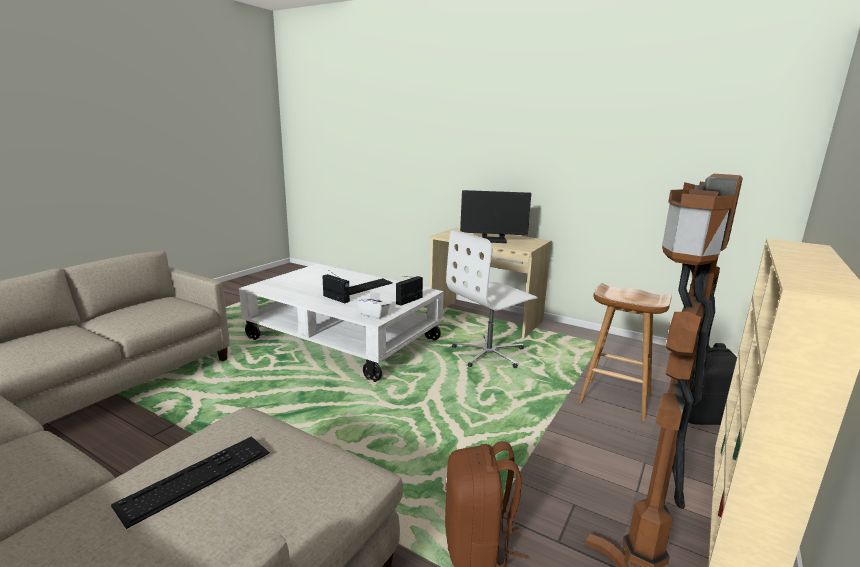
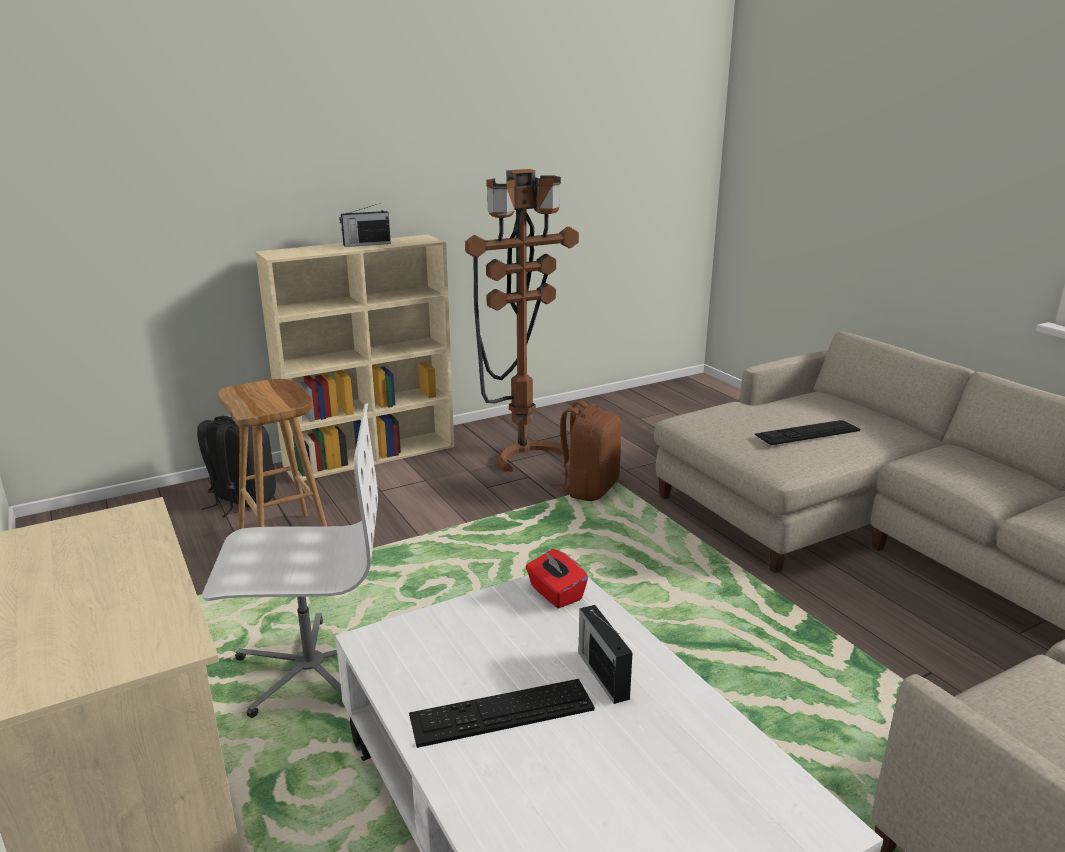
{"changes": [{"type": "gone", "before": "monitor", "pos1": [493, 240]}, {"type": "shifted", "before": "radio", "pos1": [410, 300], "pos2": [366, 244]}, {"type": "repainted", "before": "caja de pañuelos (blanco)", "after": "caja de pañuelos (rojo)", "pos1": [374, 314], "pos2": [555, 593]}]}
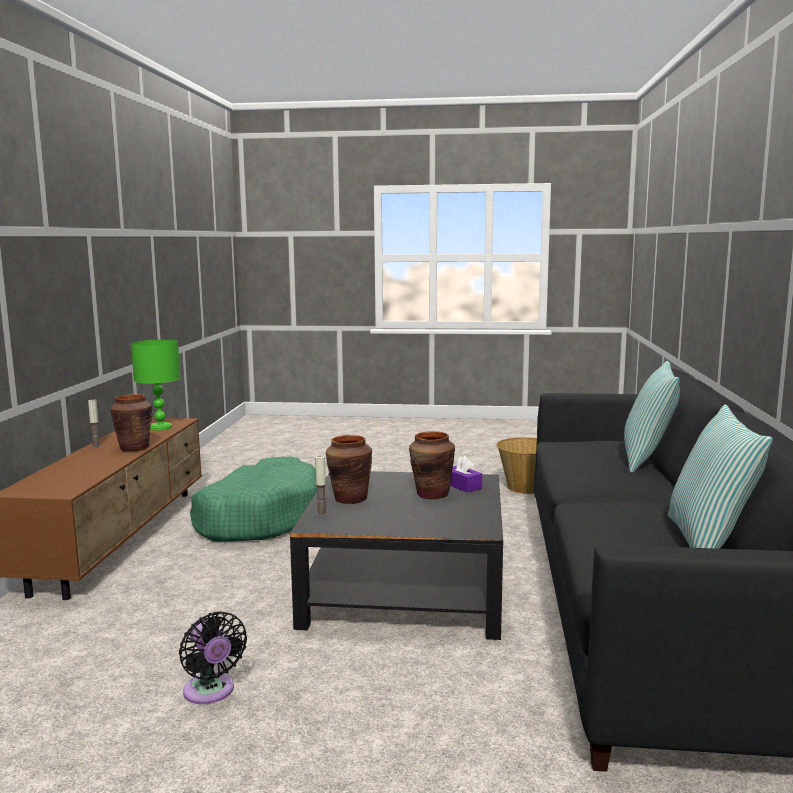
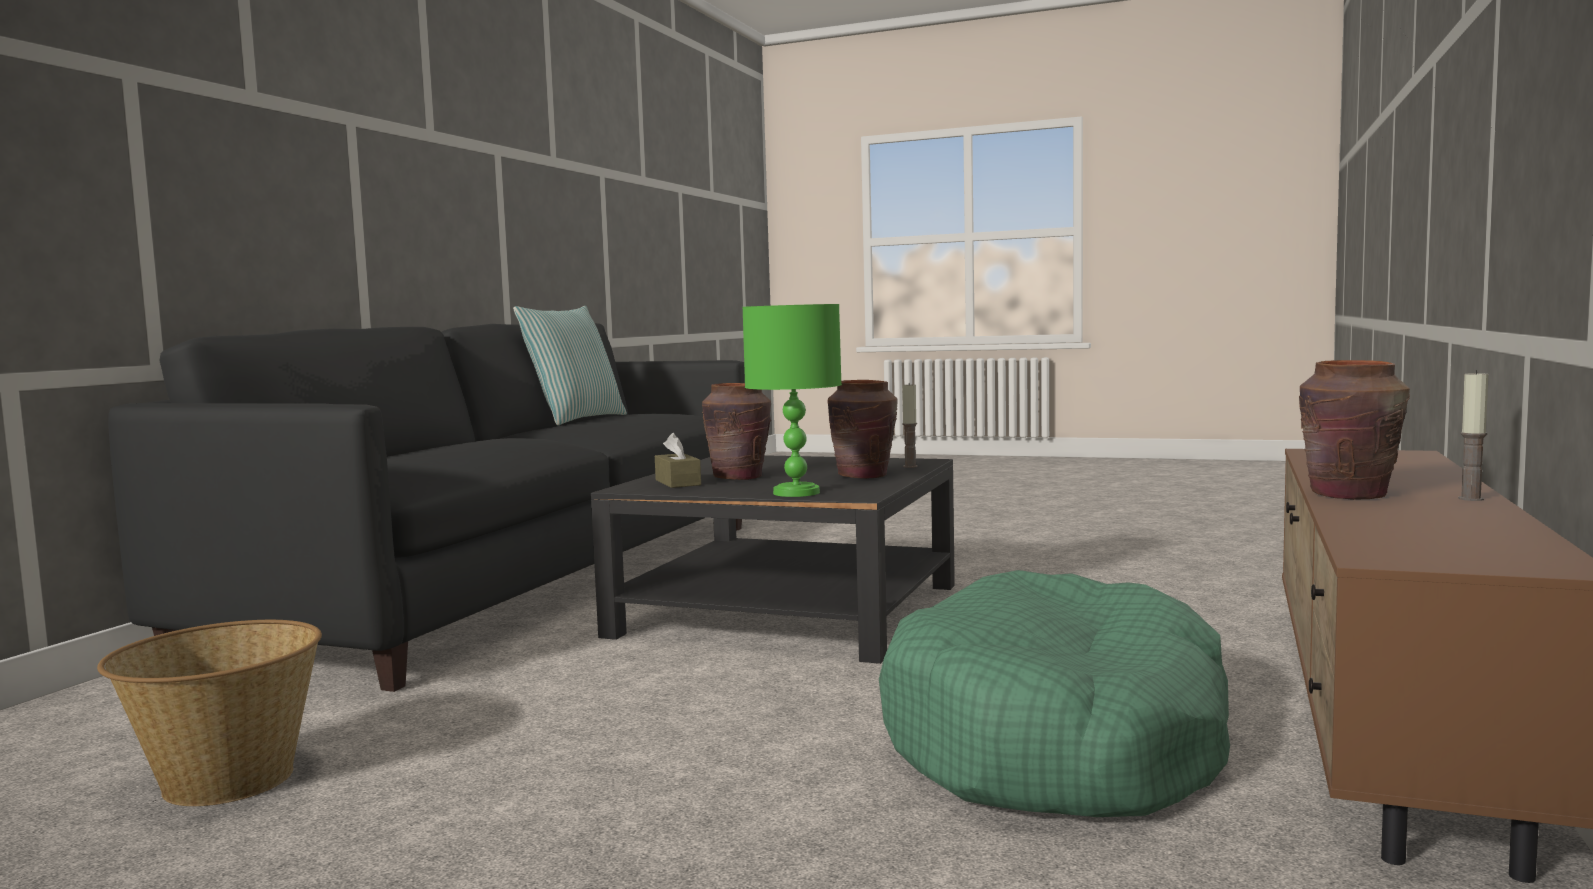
{"changes": [{"type": "shifted", "before": "lámpara de mesa (verde)", "pos1": [161, 427], "pos2": [795, 492]}, {"type": "gone", "before": "cojín", "pos1": [647, 459]}, {"type": "repainted", "before": "caja de pañuelos (morado)", "after": "caja de pañuelos (marrón)", "pos1": [462, 486], "pos2": [678, 482]}, {"type": "gone", "before": "ventilador (negro)", "pos1": [211, 692]}]}
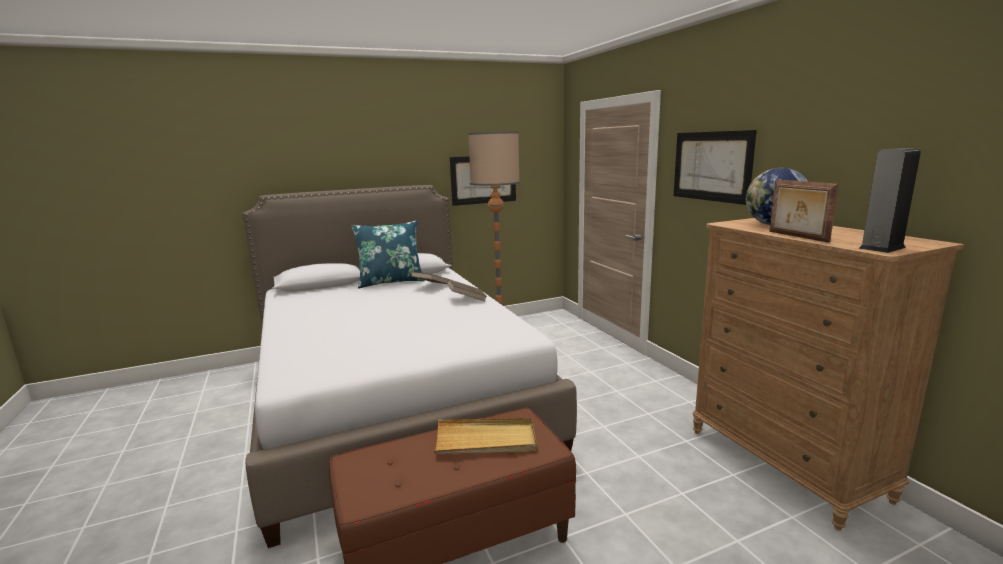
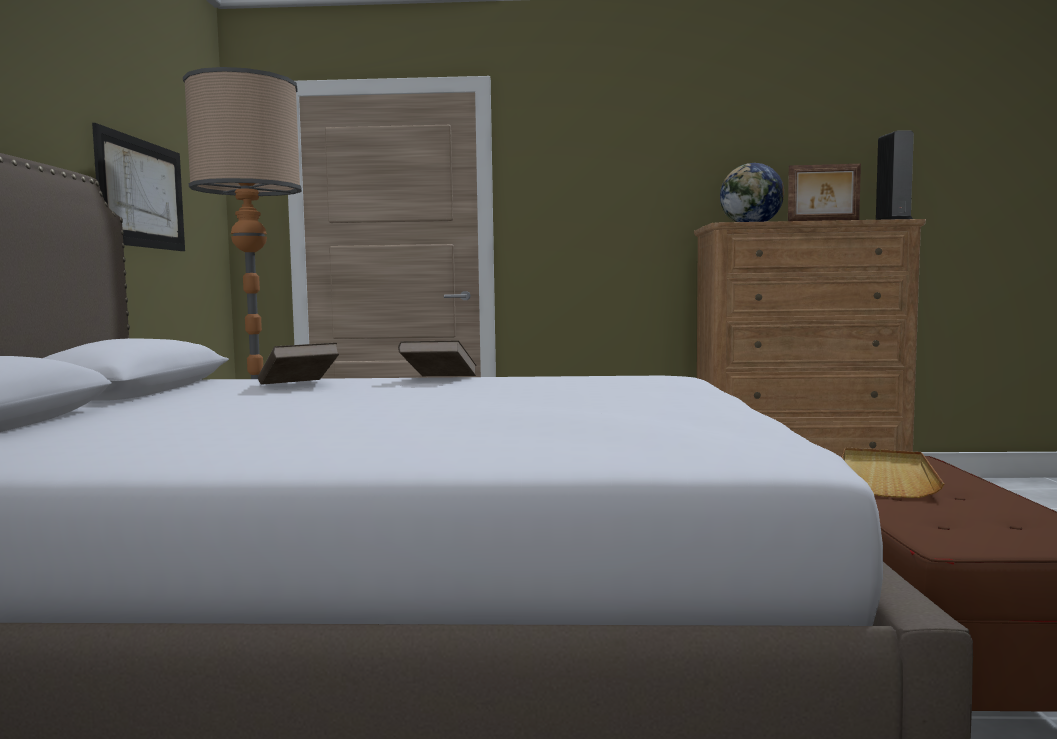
{"changes": [{"type": "gone", "before": "cuadro", "pos1": [711, 166]}, {"type": "gone", "before": "cojín (azul)", "pos1": [391, 282]}]}
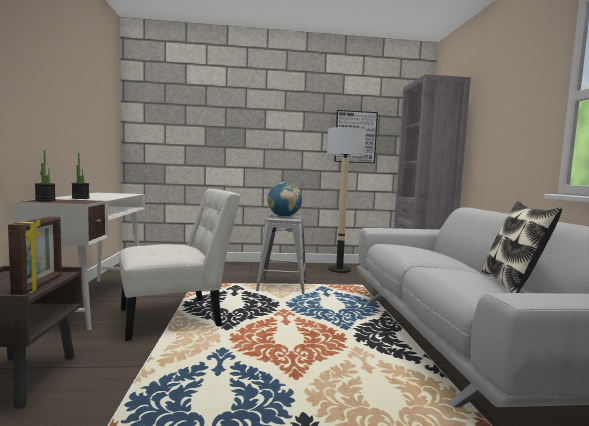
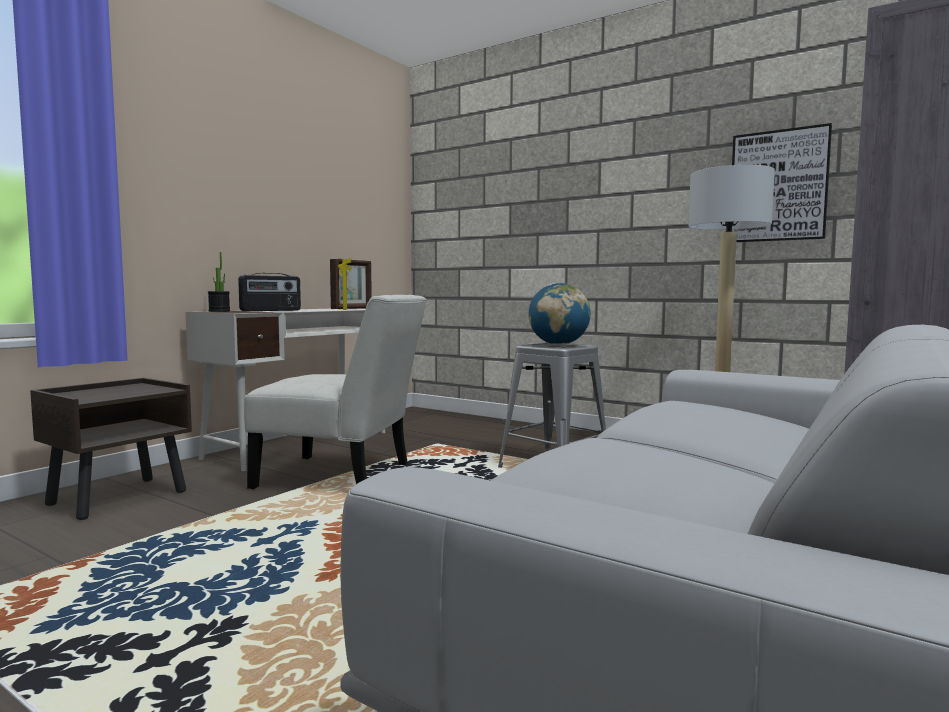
{"changes": [{"type": "swapped", "before": "planta en maceta", "after": "radio", "pos1": [80, 198], "pos2": [271, 310]}, {"type": "gone", "before": "cojín", "pos1": [512, 284]}, {"type": "shifted", "before": "portarretratos", "pos1": [39, 285], "pos2": [352, 309]}]}
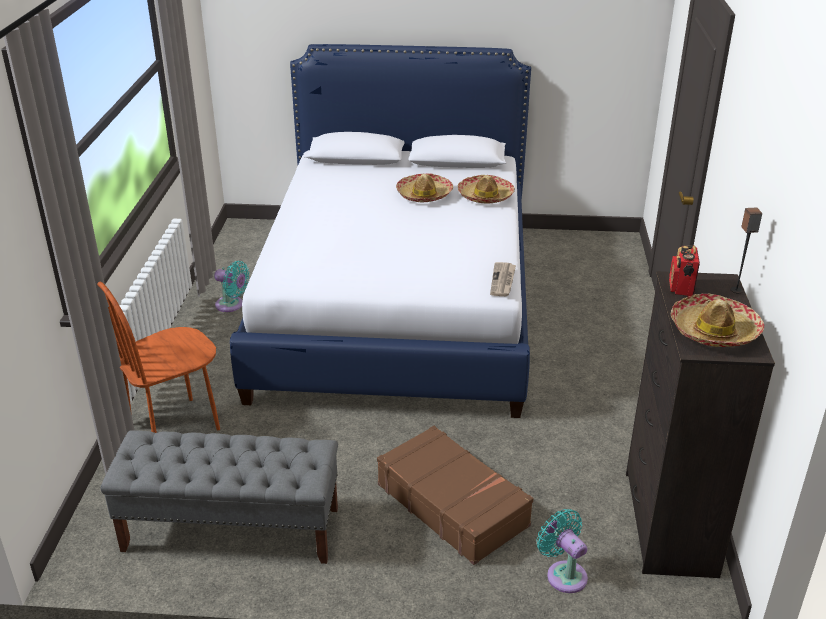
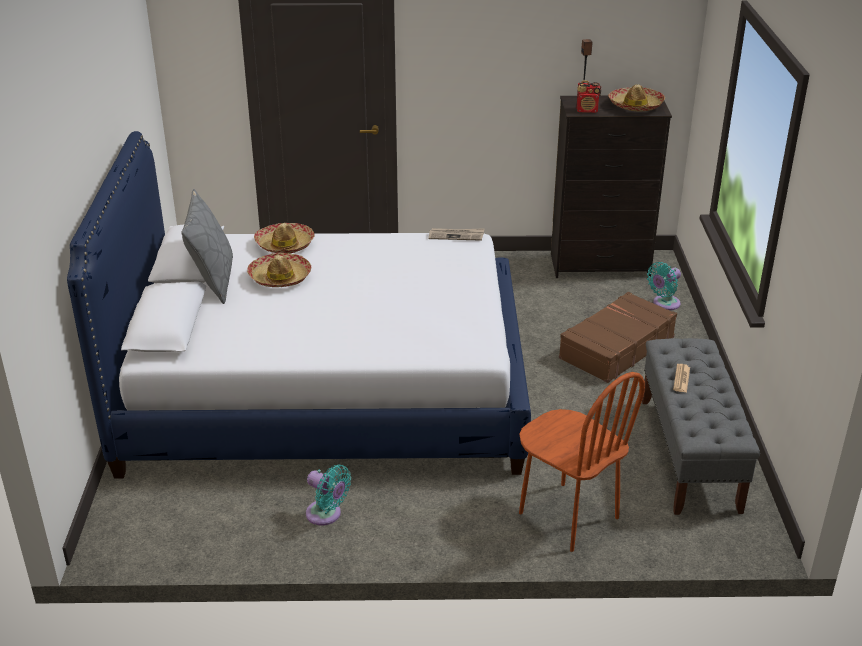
{"changes": [{"type": "rotated", "before": "ventilador (turquesa)", "pos1": [232, 305], "pos2": [326, 515], "turn": 105}, {"type": "new", "after": "cojín (gris)", "pos2": [212, 280]}, {"type": "new", "after": "periódico", "pos2": [681, 379]}]}
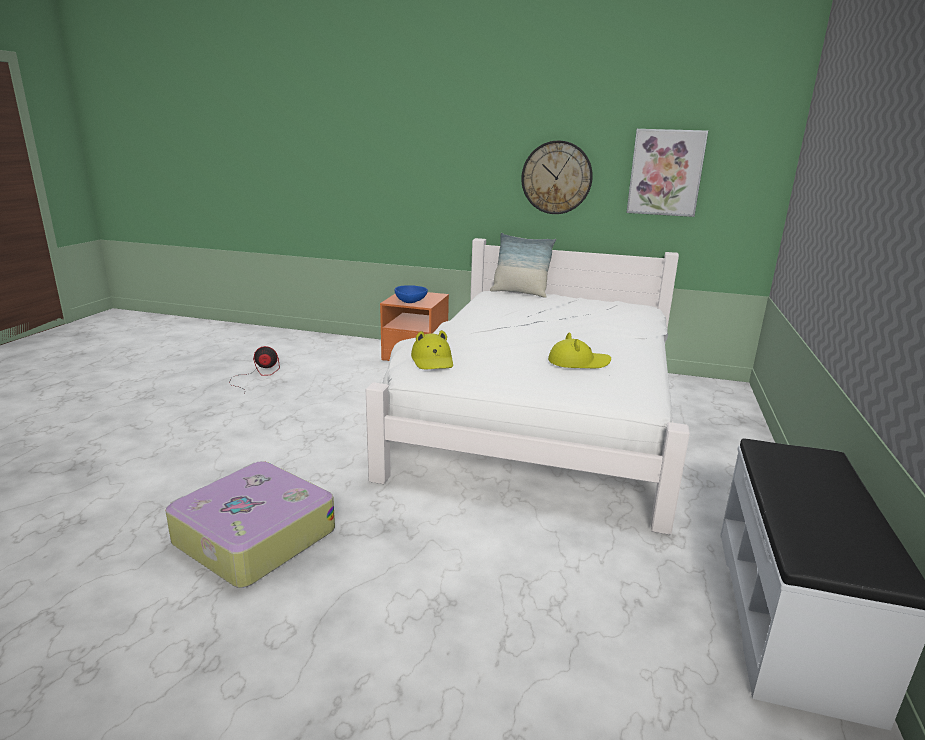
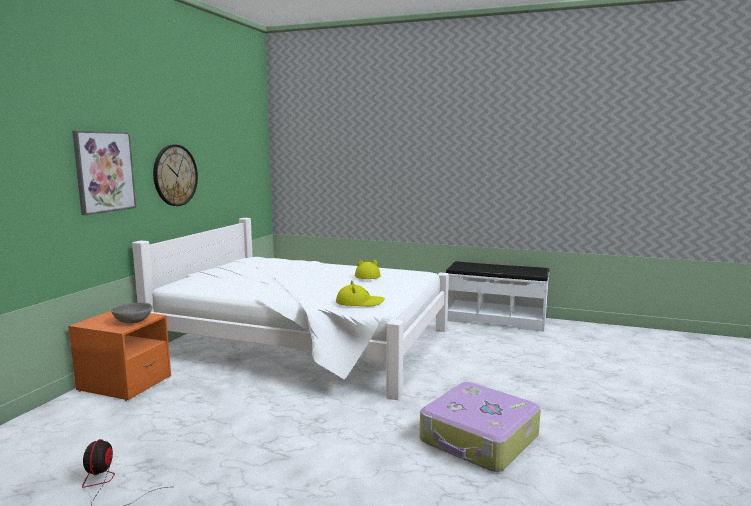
{"changes": [{"type": "shifted", "before": "cuadro", "pos1": [665, 172], "pos2": [104, 171]}, {"type": "gone", "before": "cojín", "pos1": [520, 293]}, {"type": "repainted", "before": "cuenco (azul)", "after": "cuenco (gris)", "pos1": [410, 302], "pos2": [133, 321]}]}
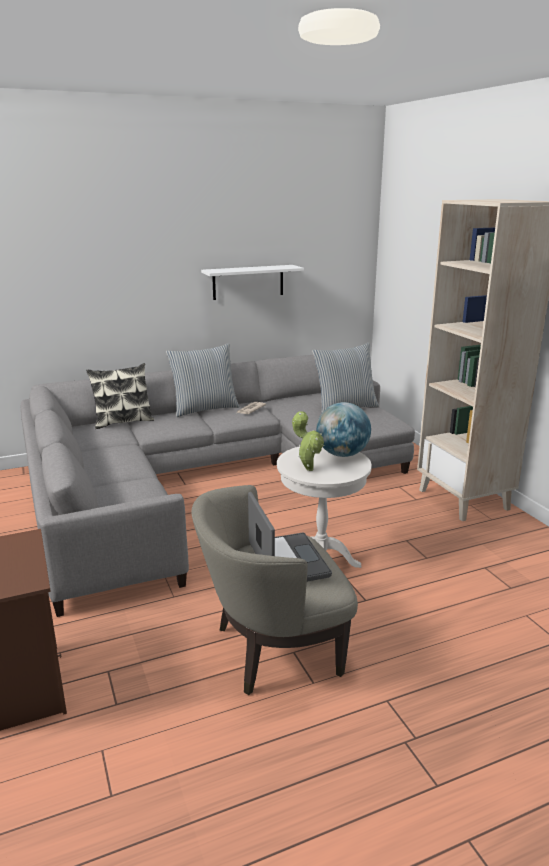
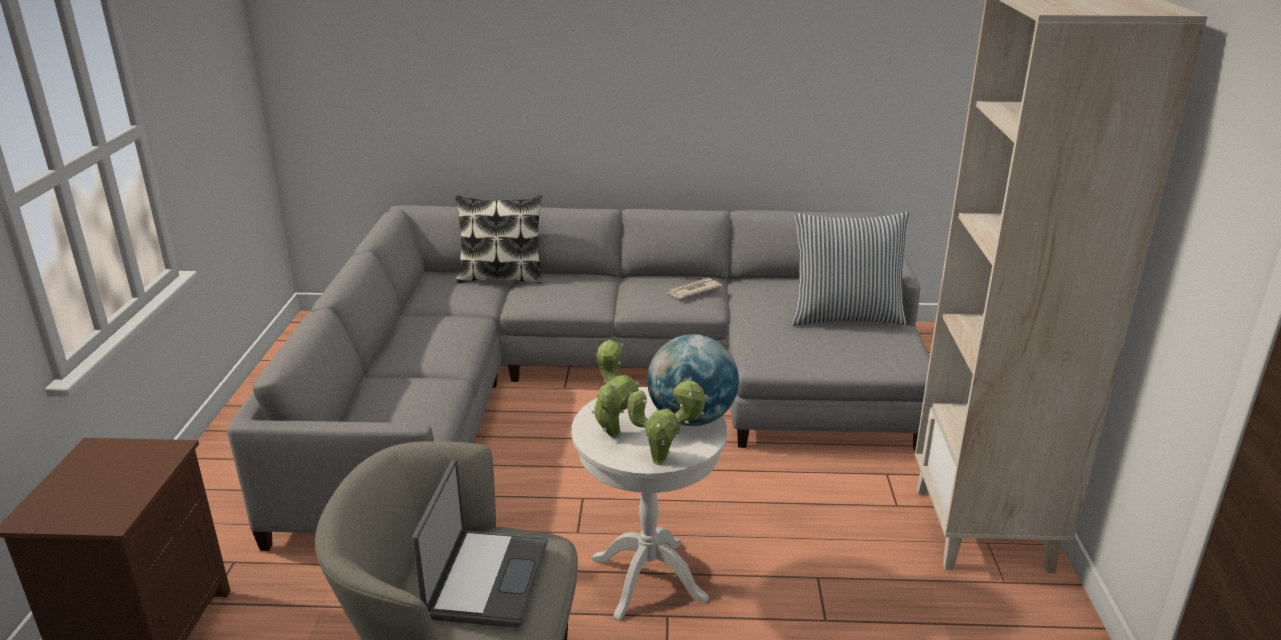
{"changes": [{"type": "gone", "before": "estante (blanco)", "pos1": [248, 282]}, {"type": "gone", "before": "cojín", "pos1": [204, 409]}, {"type": "new", "after": "planta en maceta", "pos2": [663, 461]}]}
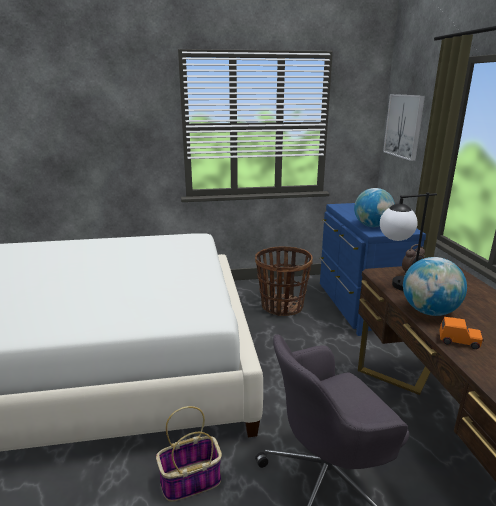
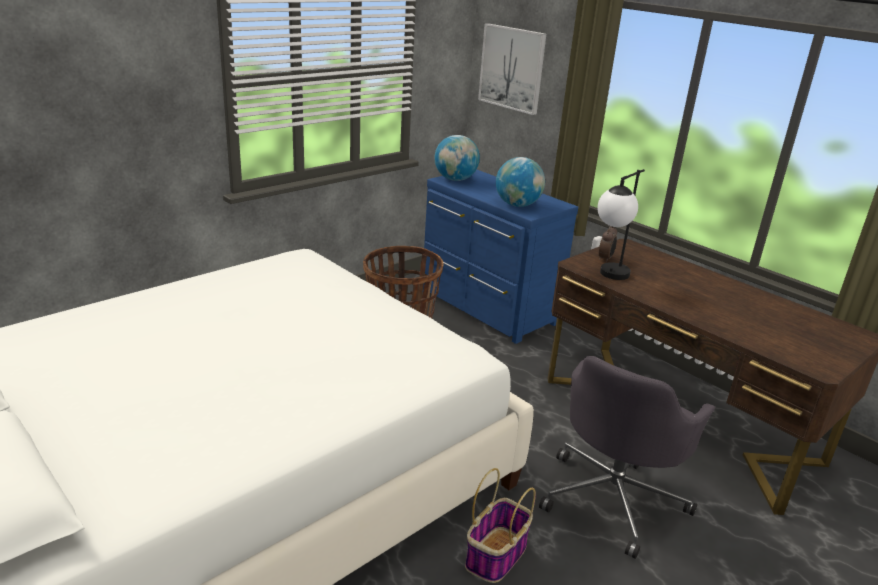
{"changes": [{"type": "shifted", "before": "globo terráqueo", "pos1": [429, 312], "pos2": [455, 179]}, {"type": "gone", "before": "coche de juguete (naranja)", "pos1": [459, 341]}]}
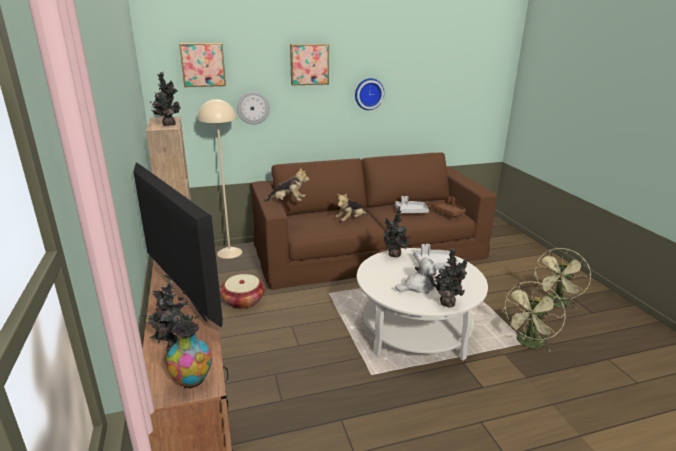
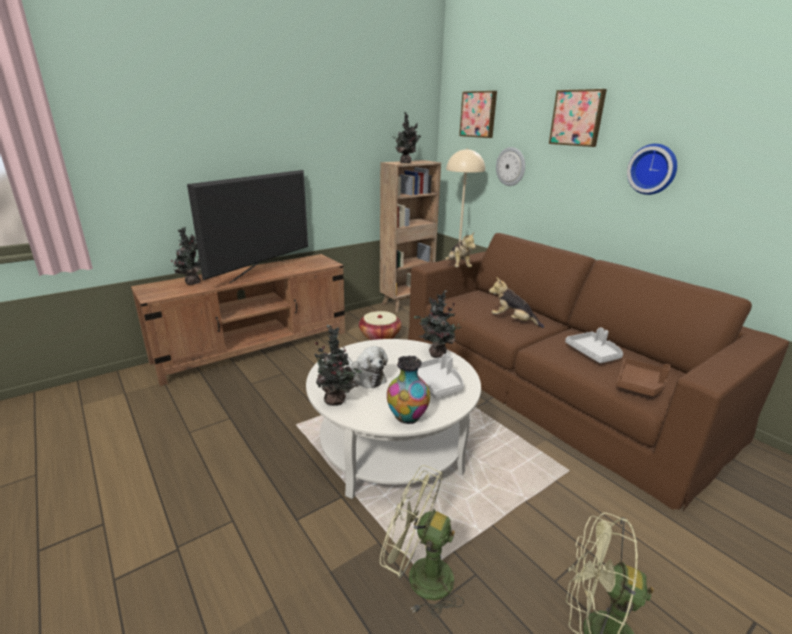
{"changes": [{"type": "shifted", "before": "florero", "pos1": [192, 380], "pos2": [407, 417]}]}
